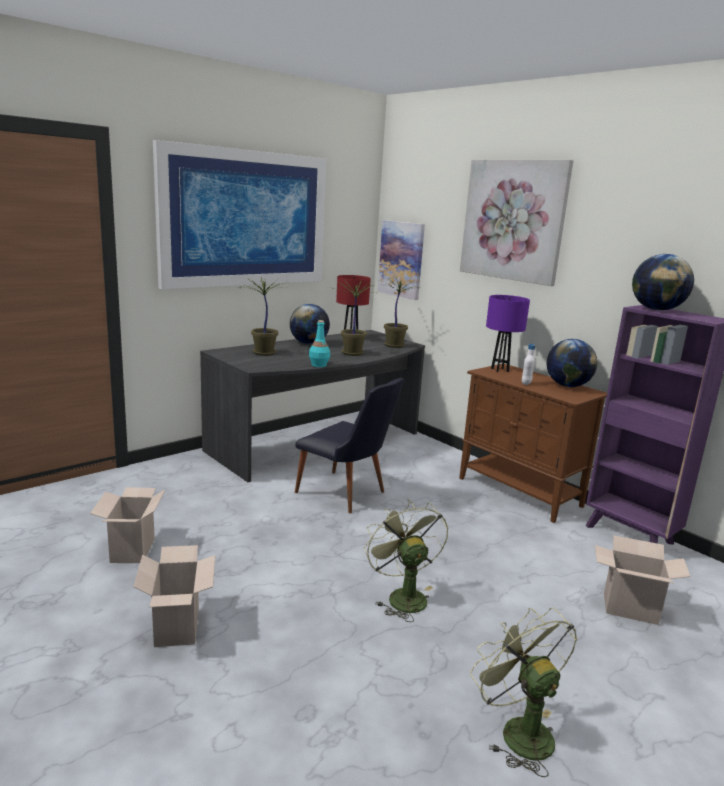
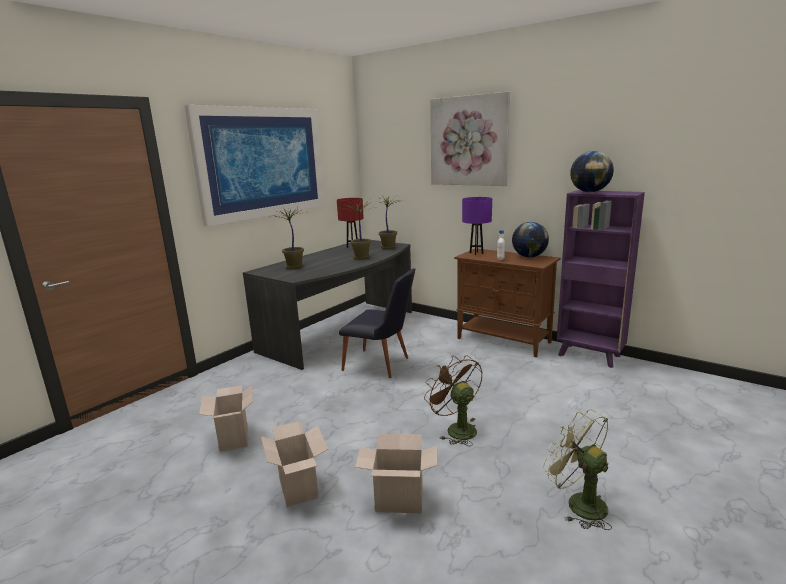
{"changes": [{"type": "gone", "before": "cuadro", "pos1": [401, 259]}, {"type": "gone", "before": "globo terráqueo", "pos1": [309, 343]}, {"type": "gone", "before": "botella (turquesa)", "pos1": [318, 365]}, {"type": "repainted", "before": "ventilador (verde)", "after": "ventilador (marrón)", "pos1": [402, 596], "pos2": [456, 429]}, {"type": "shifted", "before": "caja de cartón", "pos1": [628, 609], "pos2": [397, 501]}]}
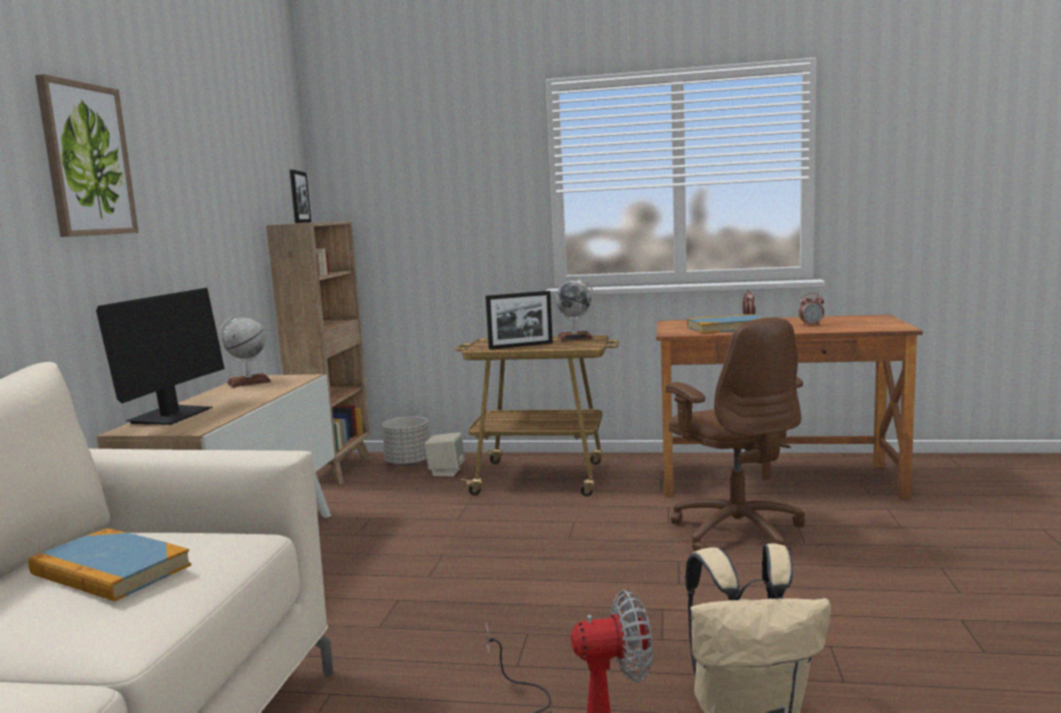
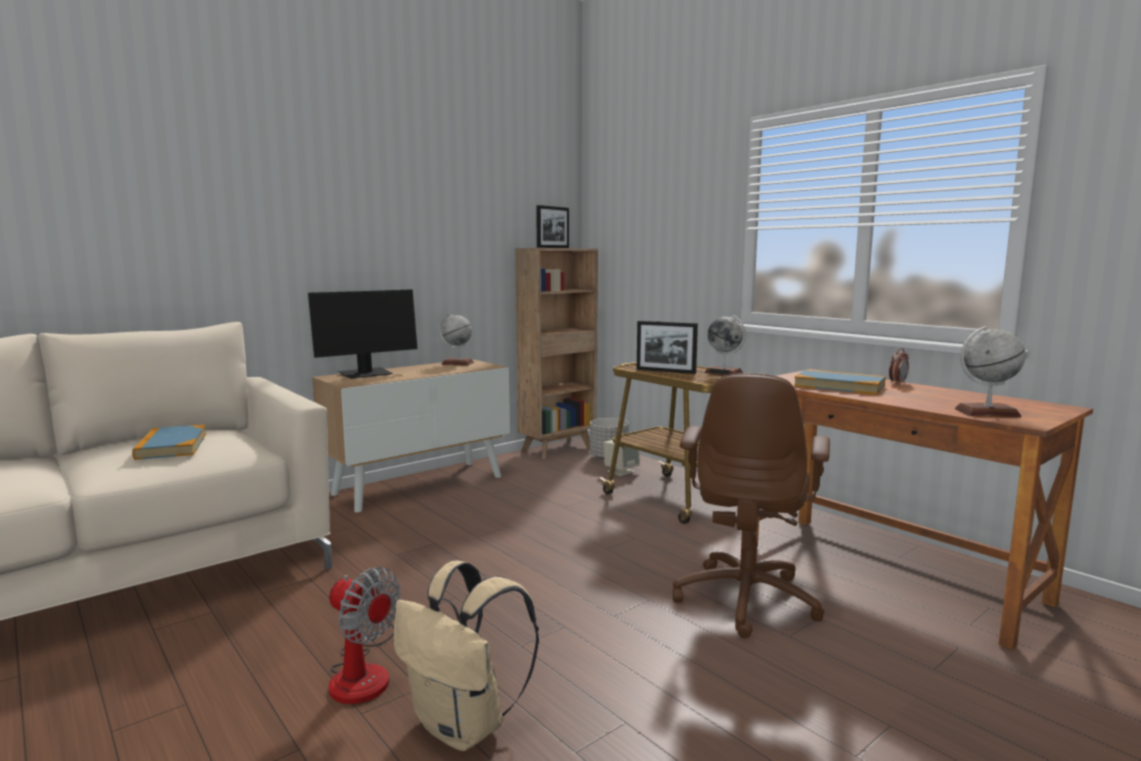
{"changes": [{"type": "gone", "before": "cuadro", "pos1": [86, 160]}, {"type": "gone", "before": "despertador", "pos1": [811, 325]}, {"type": "new", "after": "globo terráqueo", "pos2": [987, 413]}]}
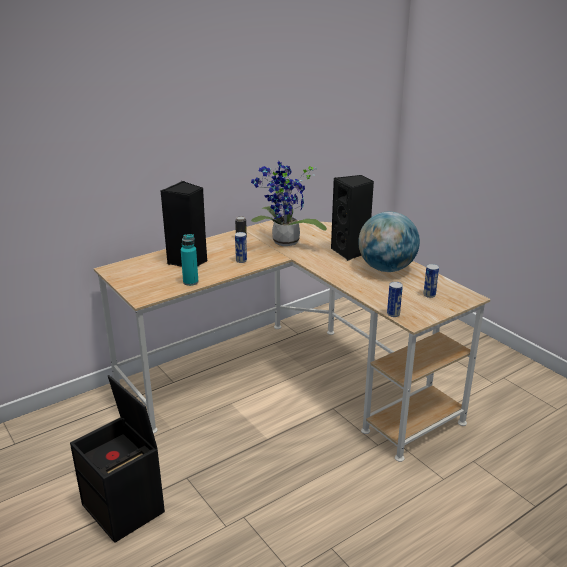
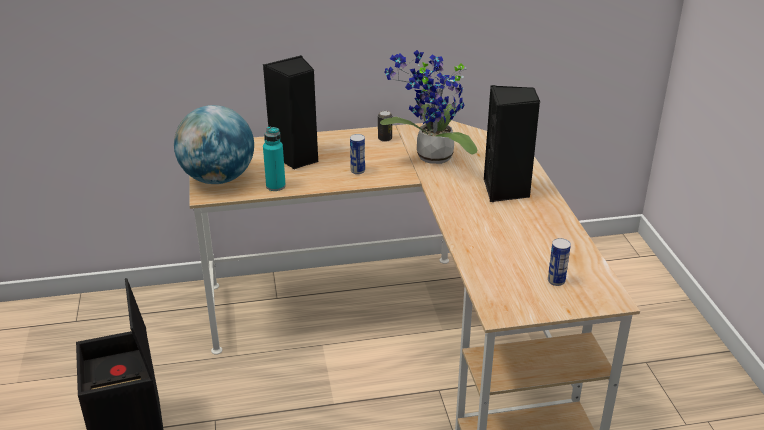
{"changes": [{"type": "shifted", "before": "globo terráqueo", "pos1": [386, 269], "pos2": [218, 178]}, {"type": "gone", "before": "lata", "pos1": [393, 314]}]}
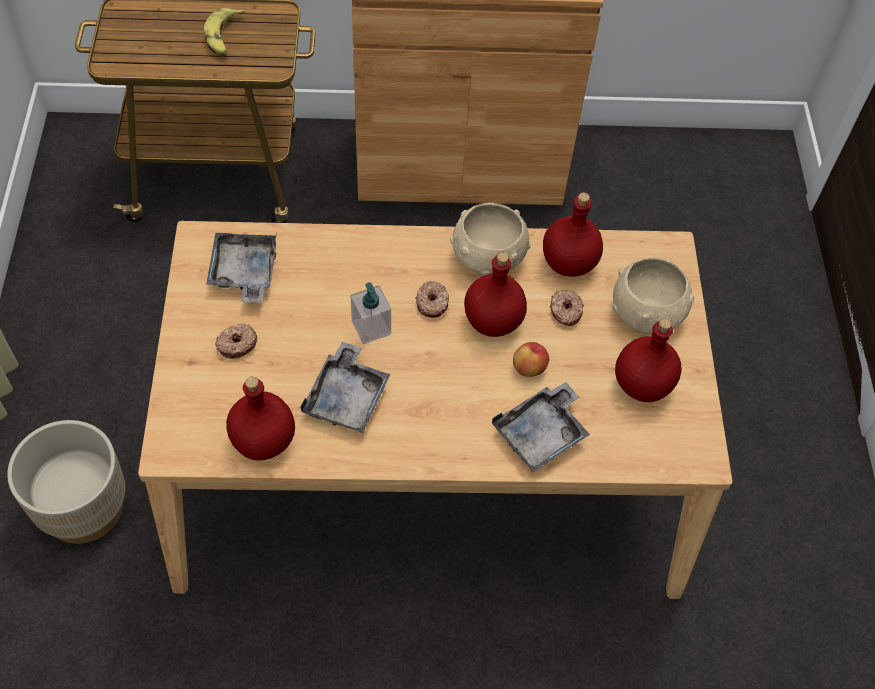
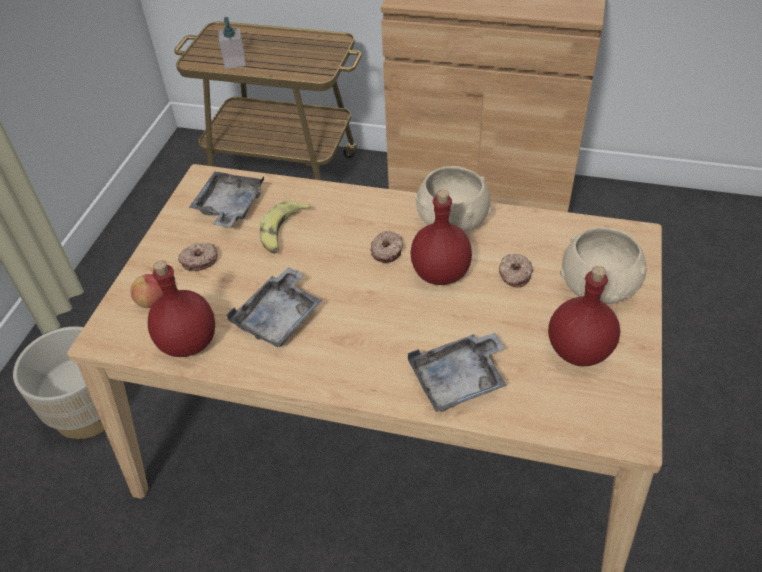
{"changes": [{"type": "shifted", "before": "plátano", "pos1": [224, 37], "pos2": [283, 232]}, {"type": "gone", "before": "botella (rojo)", "pos1": [568, 264]}, {"type": "shifted", "before": "dispensador de jabón", "pos1": [371, 328], "pos2": [235, 62]}, {"type": "shifted", "before": "manzana", "pos1": [529, 368], "pos2": [153, 302]}]}
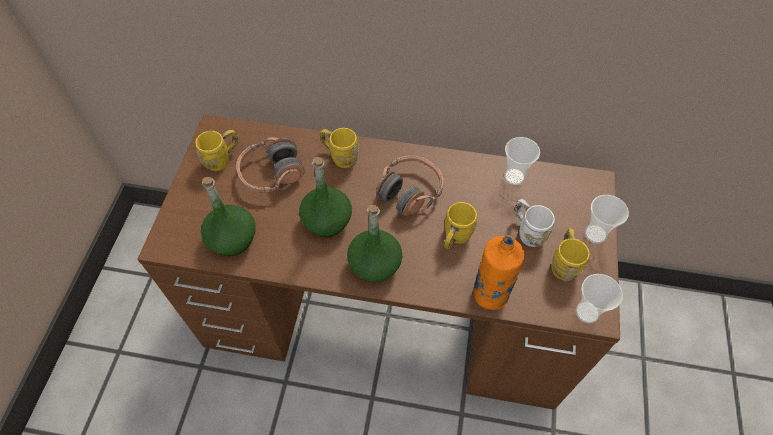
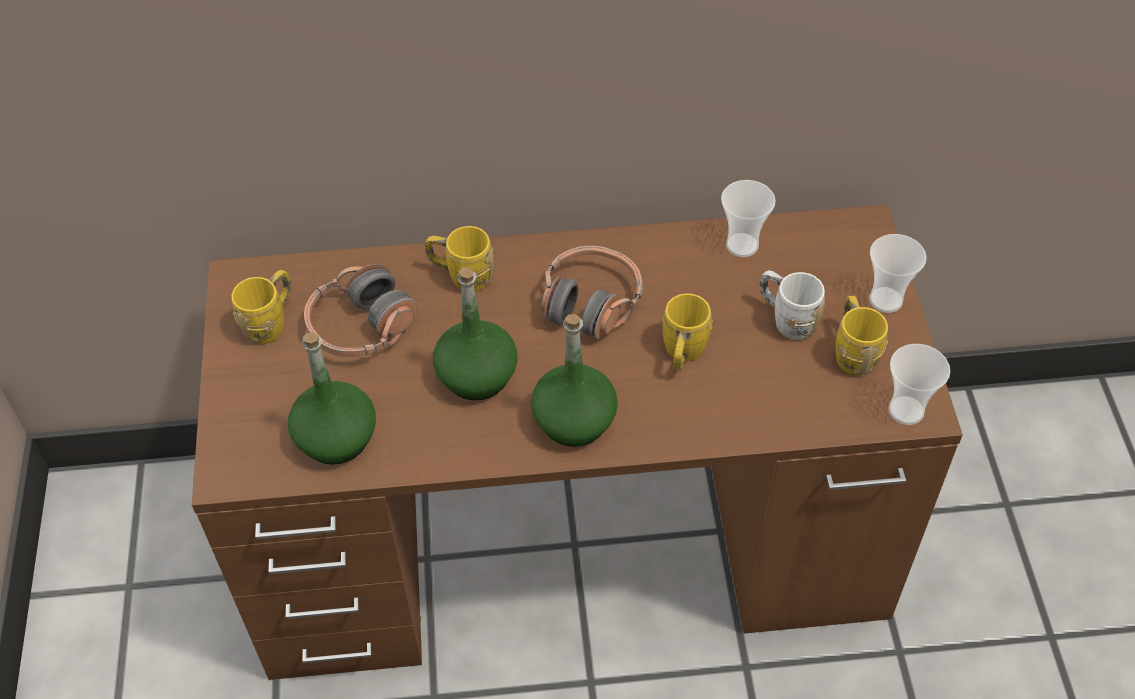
{"changes": [{"type": "gone", "before": "botella (naranja)", "pos1": [490, 294]}]}
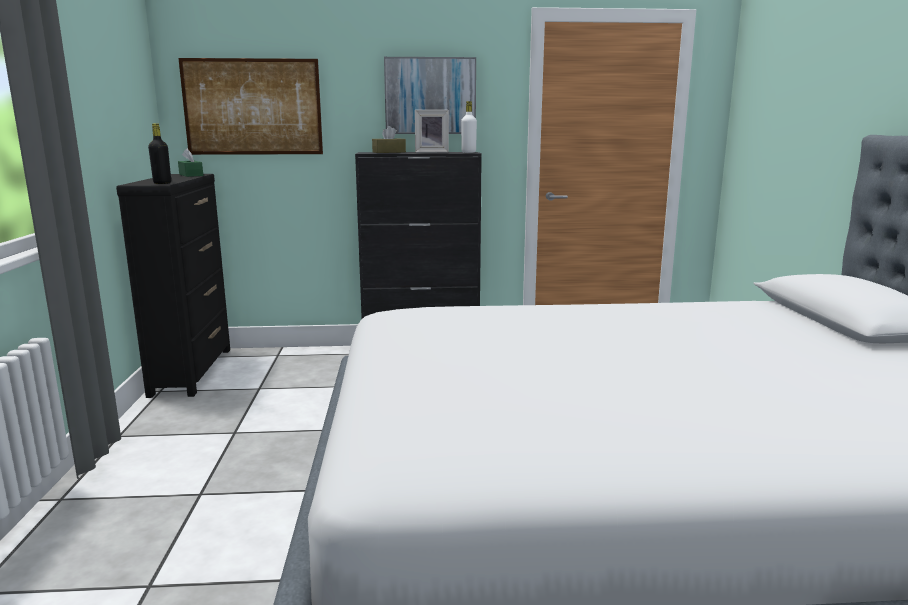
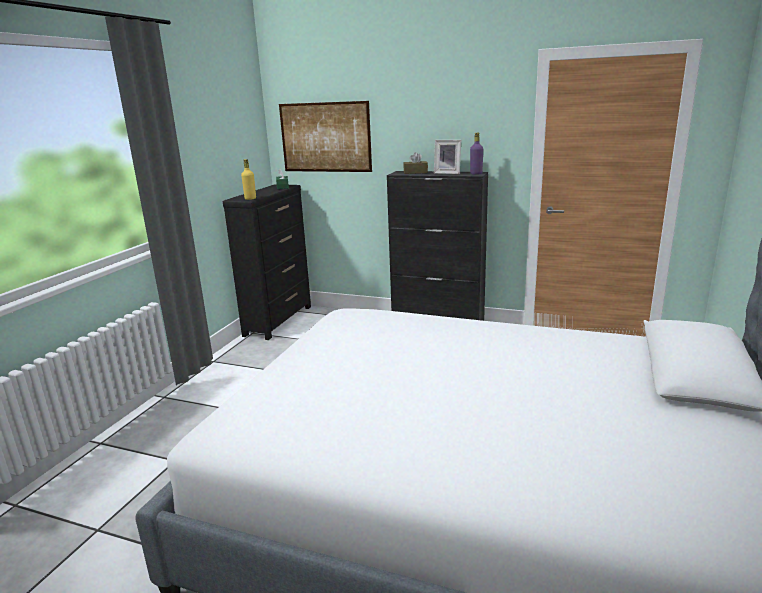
{"changes": [{"type": "gone", "before": "cuadro", "pos1": [430, 96]}, {"type": "repainted", "before": "botella (blanco)", "after": "botella (morado)", "pos1": [468, 152], "pos2": [476, 174]}, {"type": "repainted", "before": "botella (negro)", "after": "botella (amarillo)", "pos1": [162, 183], "pos2": [250, 198]}]}
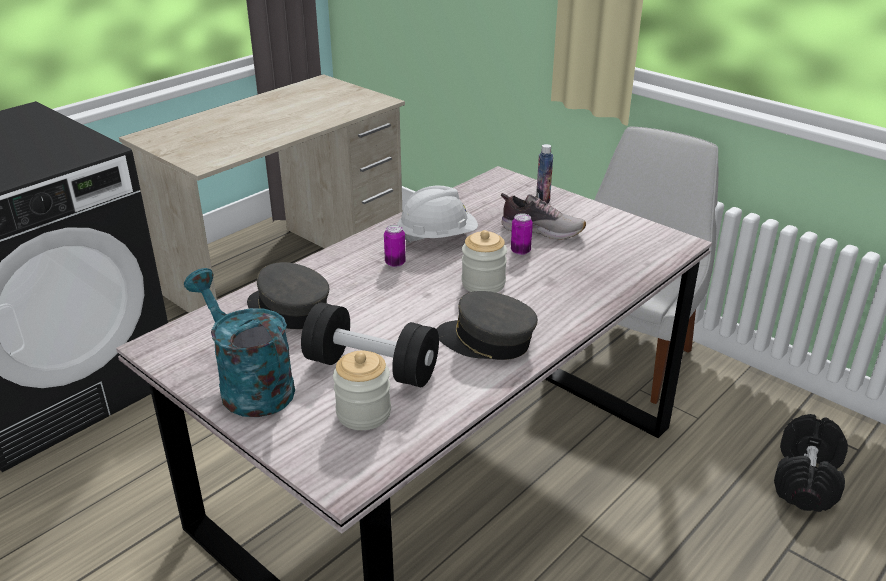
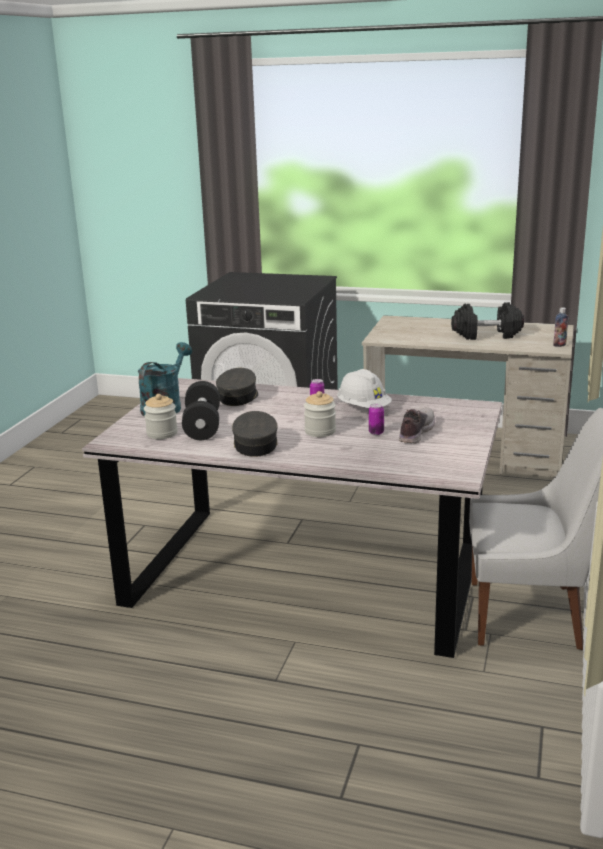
{"changes": [{"type": "shifted", "before": "botella", "pos1": [543, 199], "pos2": [559, 345]}, {"type": "rotated", "before": "zapato", "pos1": [541, 230], "pos2": [415, 432], "turn": -150}, {"type": "shifted", "before": "mancuerna (negro)", "pos1": [806, 479], "pos2": [486, 335]}]}
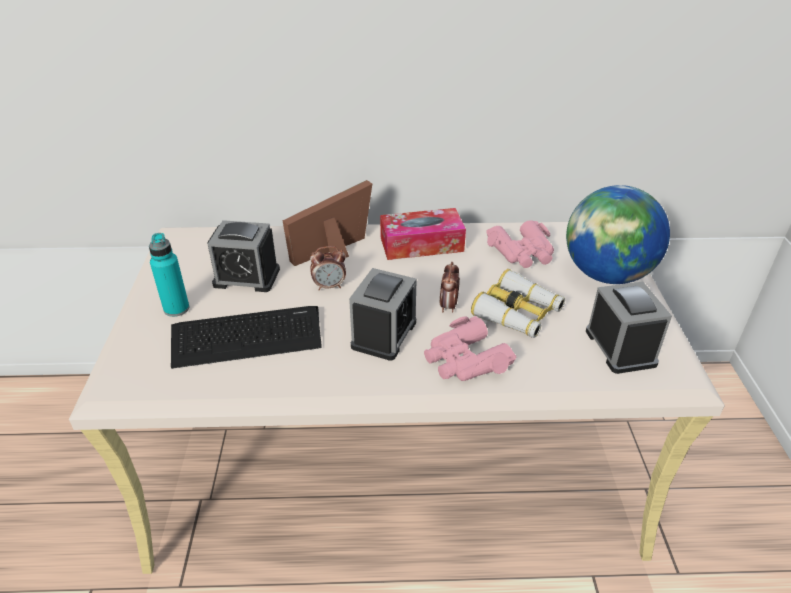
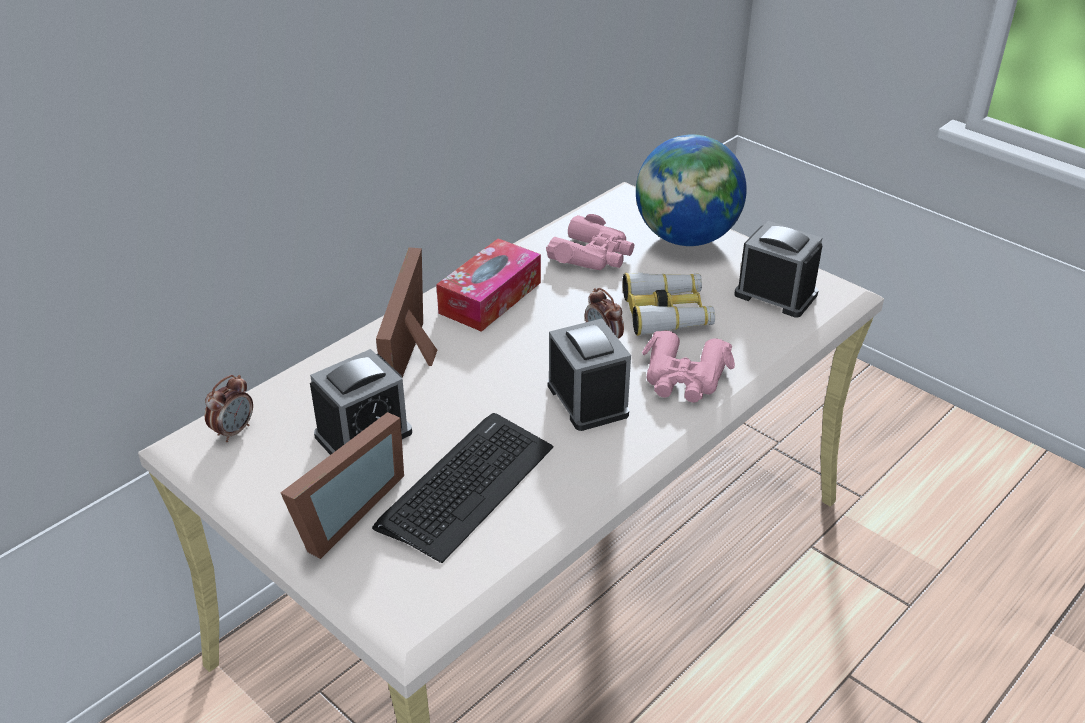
{"changes": [{"type": "swapped", "before": "botella (turquesa)", "after": "portarretratos", "pos1": [176, 309], "pos2": [341, 512]}, {"type": "shifted", "before": "despertador", "pos1": [329, 286], "pos2": [234, 431]}]}
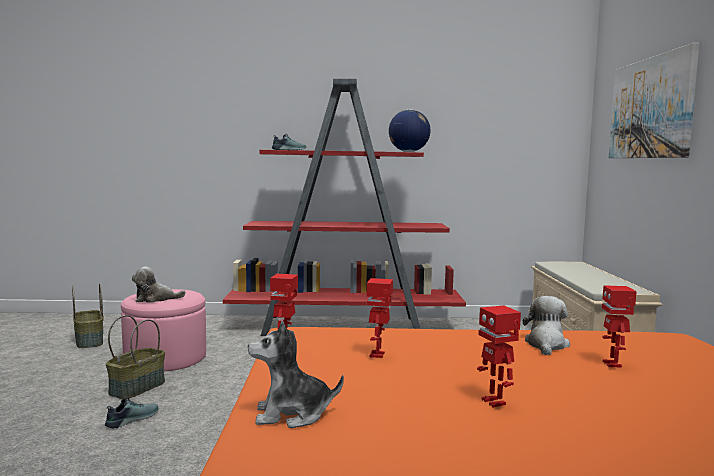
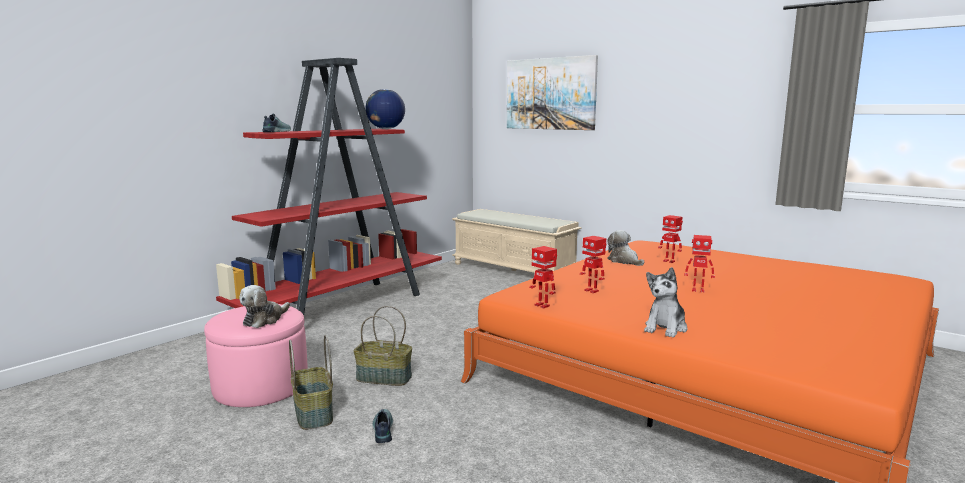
{"changes": [{"type": "shifted", "before": "cesta", "pos1": [88, 341], "pos2": [383, 378]}]}
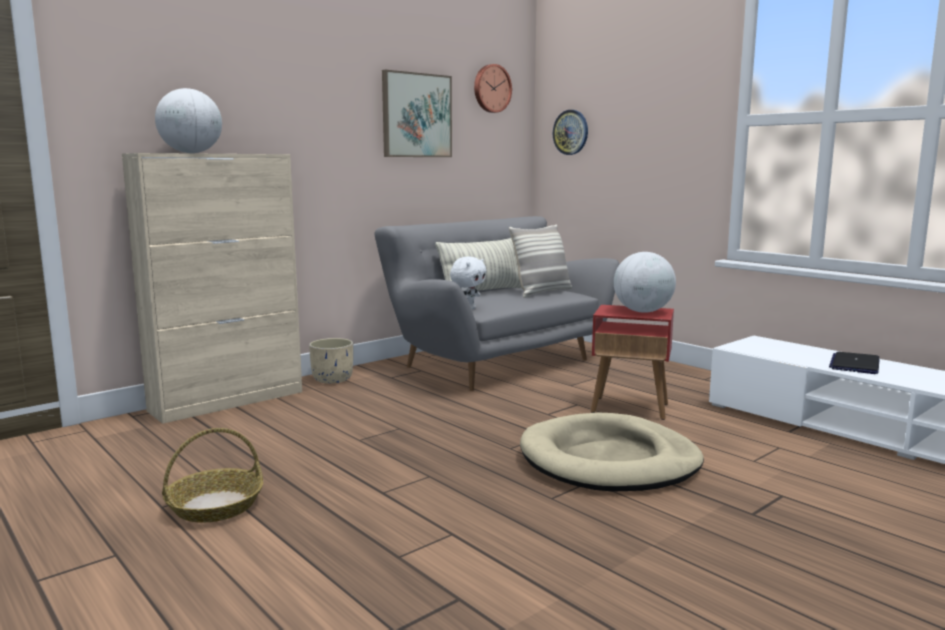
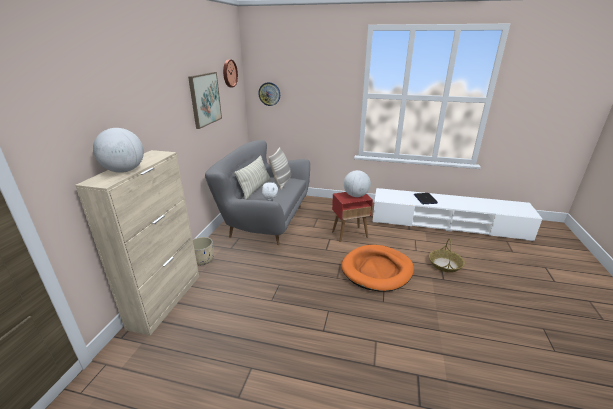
{"changes": [{"type": "repainted", "before": "cama para perro (beis)", "after": "cama para perro (naranja)", "pos1": [609, 460], "pos2": [377, 270]}, {"type": "shifted", "before": "cesta", "pos1": [215, 506], "pos2": [445, 264]}]}
